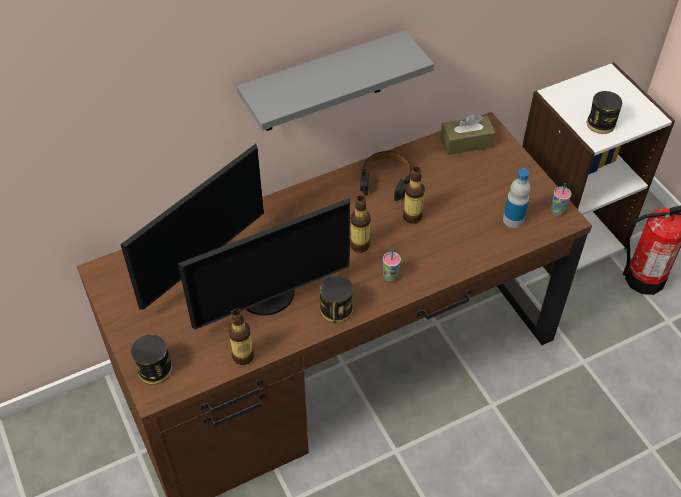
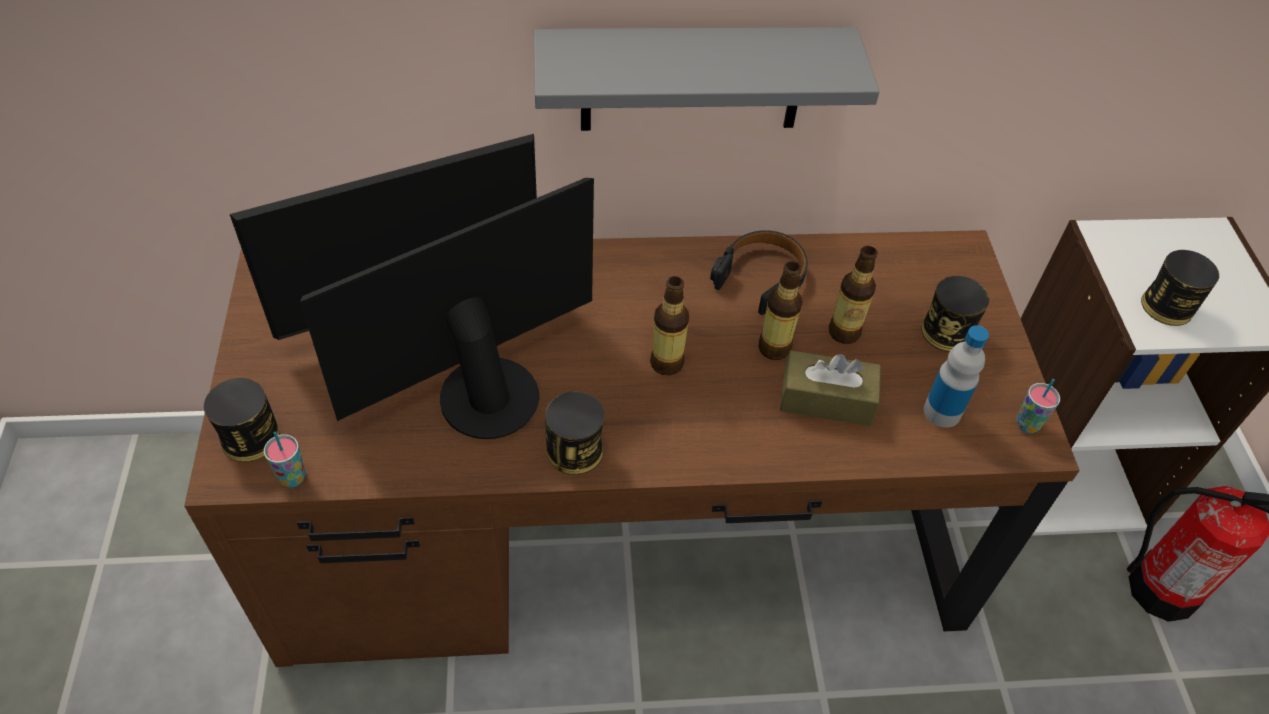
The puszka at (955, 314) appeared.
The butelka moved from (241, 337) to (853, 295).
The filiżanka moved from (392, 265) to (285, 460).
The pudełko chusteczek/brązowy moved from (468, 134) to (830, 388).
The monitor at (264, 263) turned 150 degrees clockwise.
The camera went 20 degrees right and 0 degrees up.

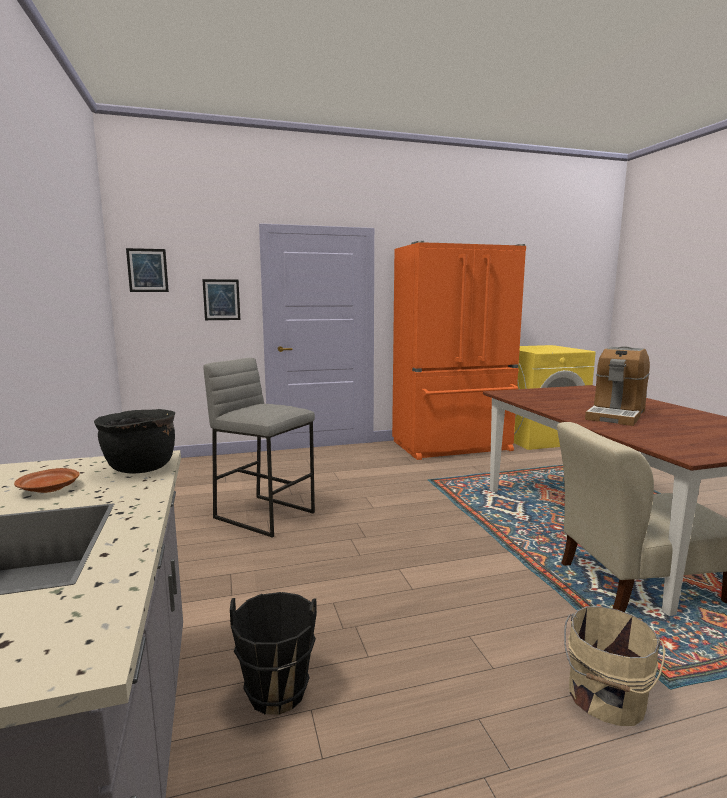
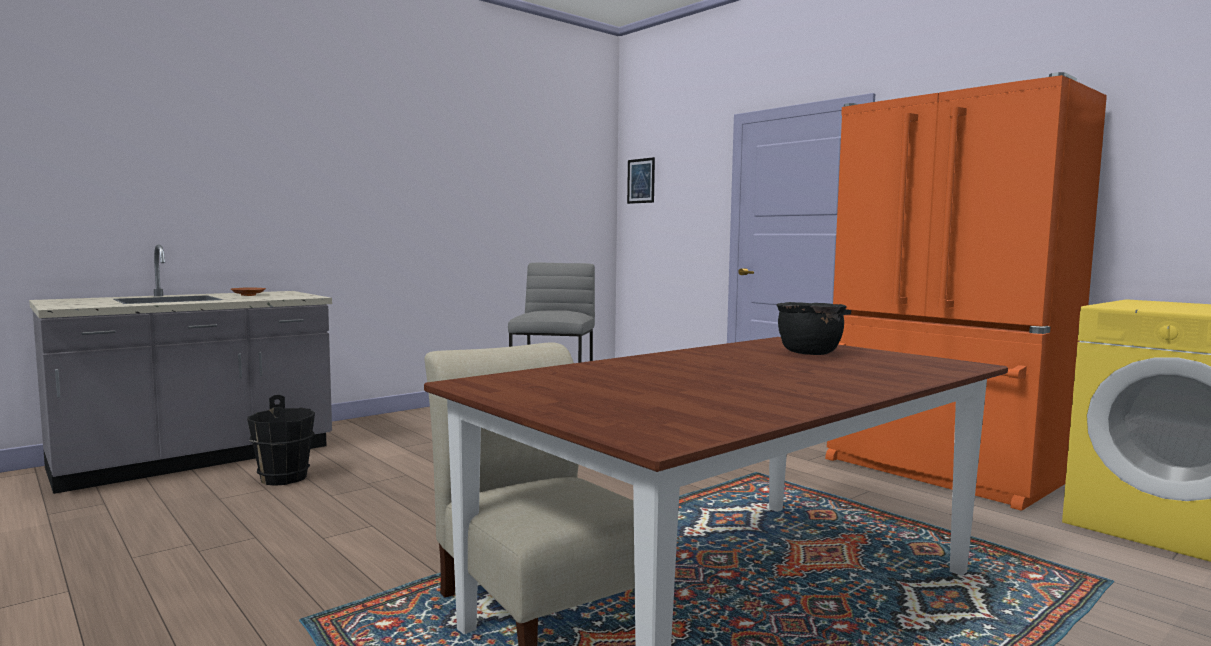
The obraz at (221, 299) disappeared.
The wiadro/beżowy at (614, 666) disappeared.
The ekspres do kawy at (617, 386) disappeared.
The garnek/czarny moved from (134, 441) to (811, 328).
The camera went 65 degrees right and 5 degrees down.

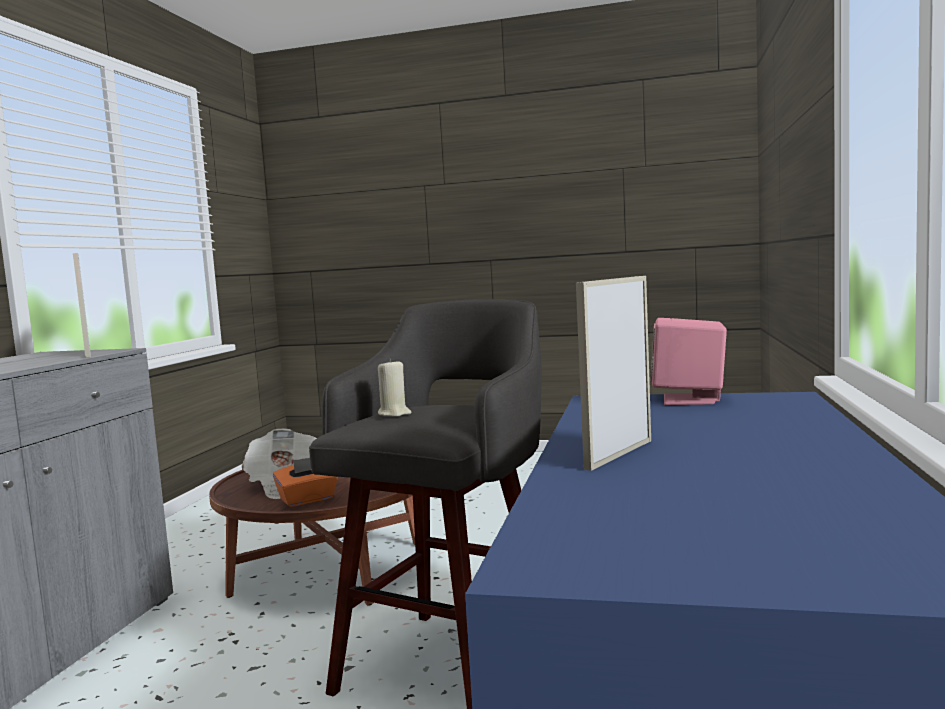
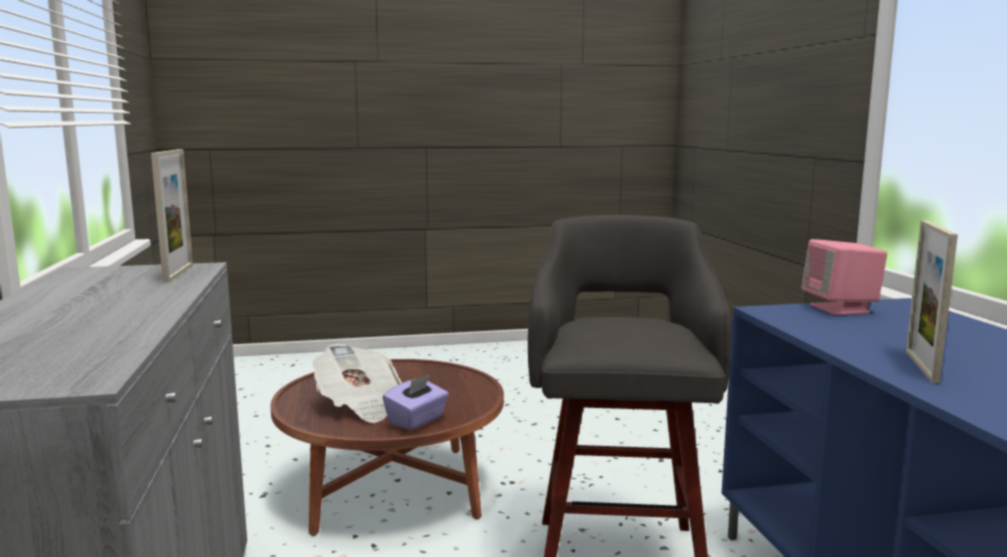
The świeca/beżowy at (395, 387) disappeared.
The pudełko chusteczek/pomarańczowy at (305, 482) became the pudełko chusteczek/fioletowy at (416, 402).
The ramka na zdjęcie at (82, 305) turned 45 degrees clockwise.
The camera went 25 degrees left and 5 degrees up.

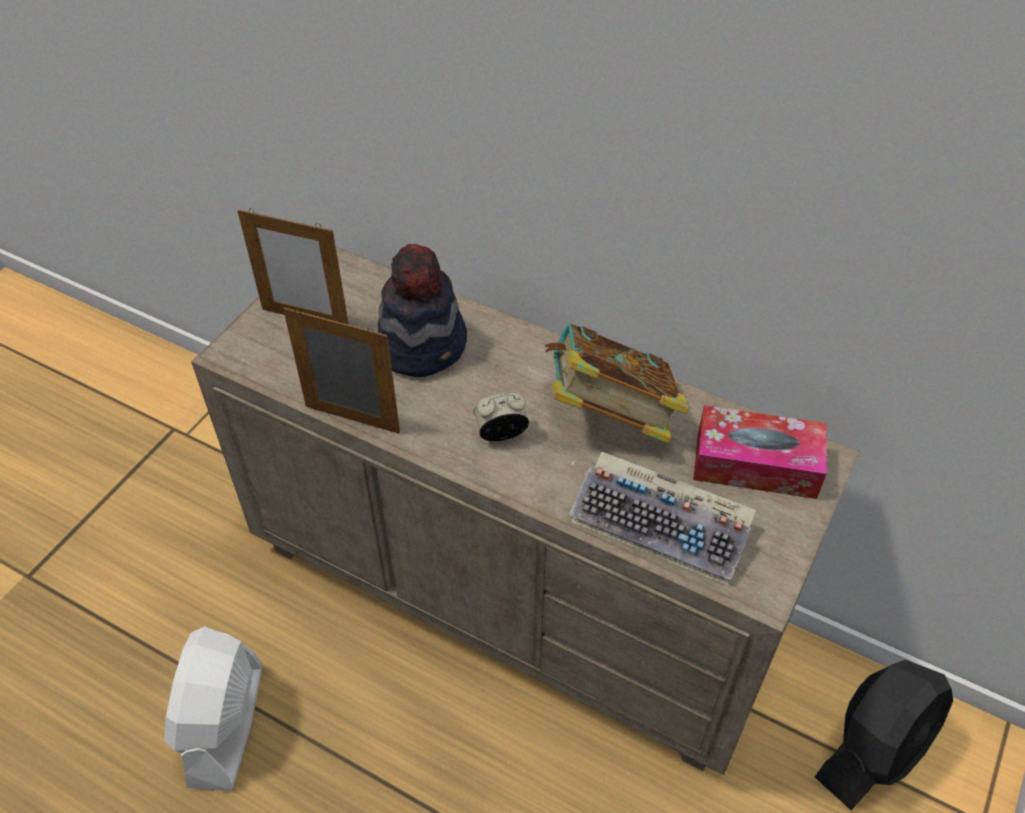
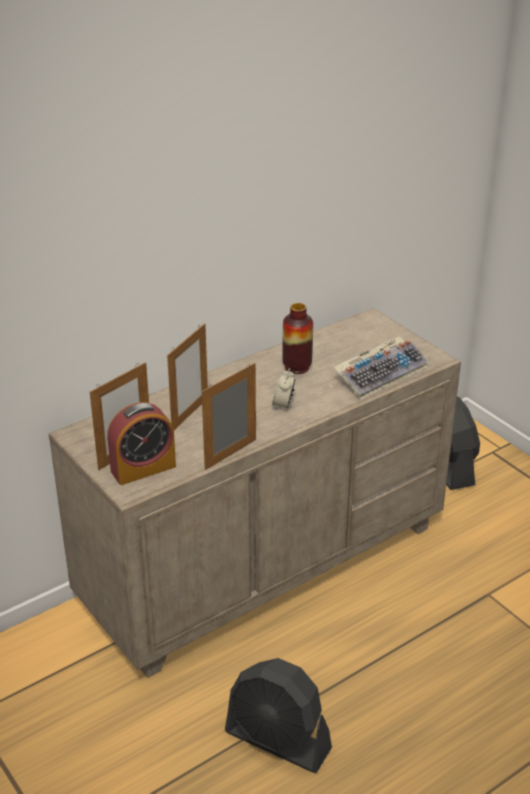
The pudełko chusteczek at (760, 452) disappeared.
The budzik at (141, 443) appeared.
The kapelusz at (422, 310) was replaced by the ramka na zdjęcie at (187, 376).
The książka at (617, 383) was replaced by the wazon at (297, 338).
The wentylator/biały at (213, 709) became the wentylator/czarny at (278, 715).
The camera went 65 degrees left and 15 degrees down.

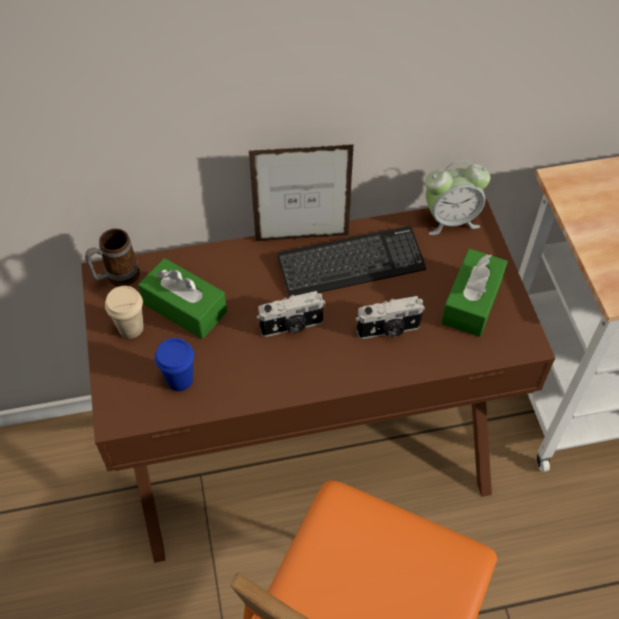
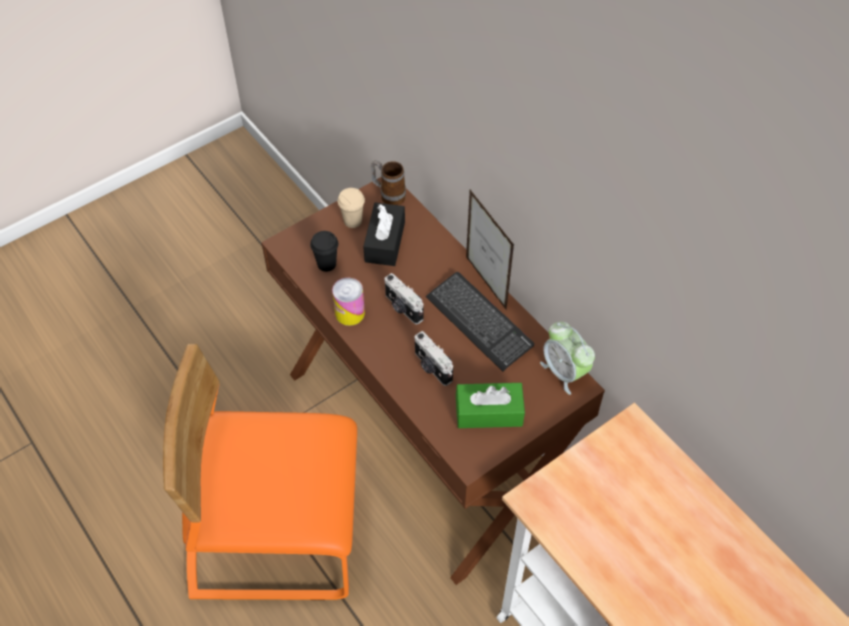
The puszka at (348, 302) appeared.
The pudełko chusteczek/zielony at (182, 298) became the pudełko chusteczek/czarny at (384, 234).
The filiżanka/niebieski at (174, 364) became the filiżanka/czarny at (324, 251).
The camera went 65 degrees right and 0 degrees up.

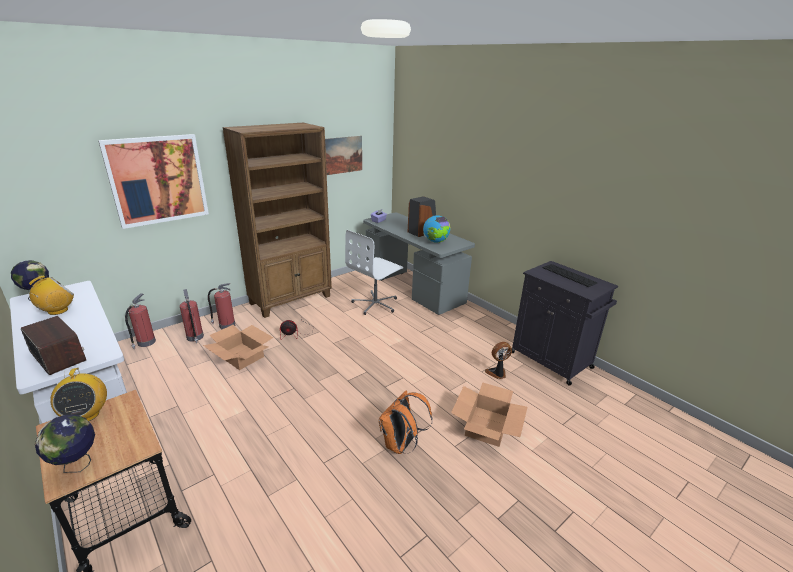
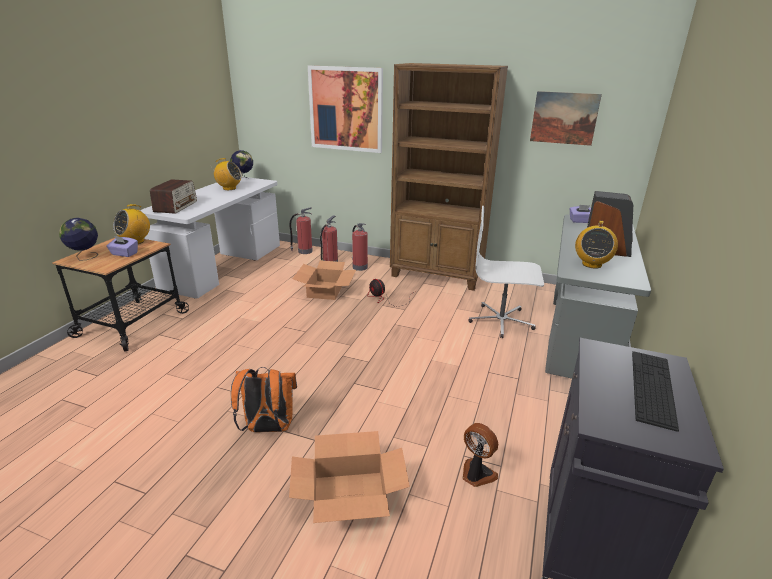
The pudełko chusteczek/fioletowy at (122, 246) appeared.
The globus at (437, 229) was replaced by the radio at (596, 244).
The camera went 60 degrees right and 0 degrees up.

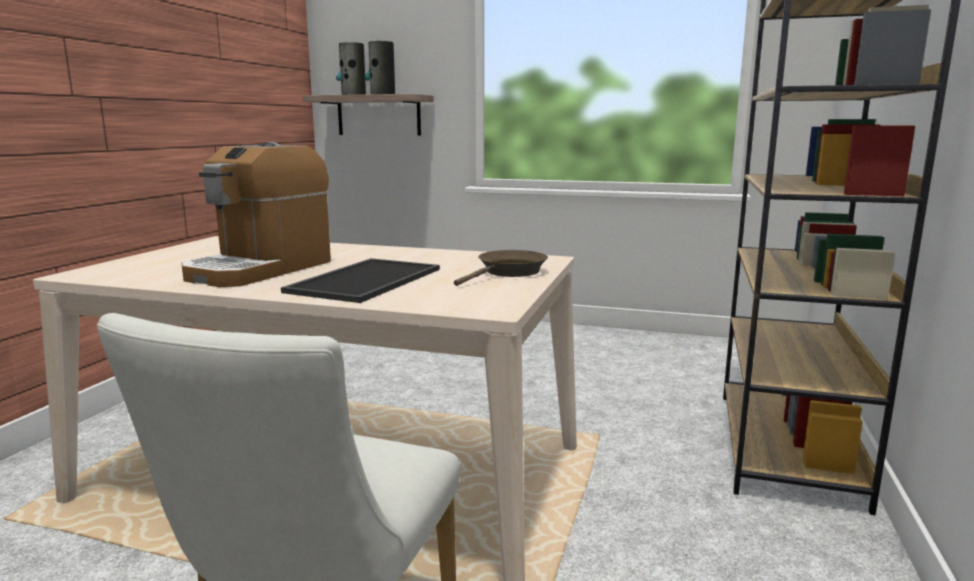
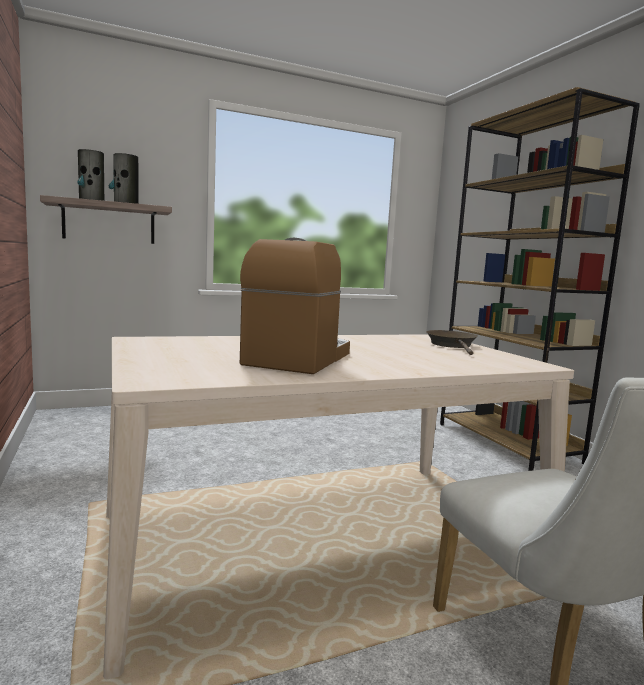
The taca at (360, 280) disappeared.
The ekspres do kawy at (256, 214) turned 150 degrees counterclockwise.
The camera went 40 degrees left and 5 degrees down.

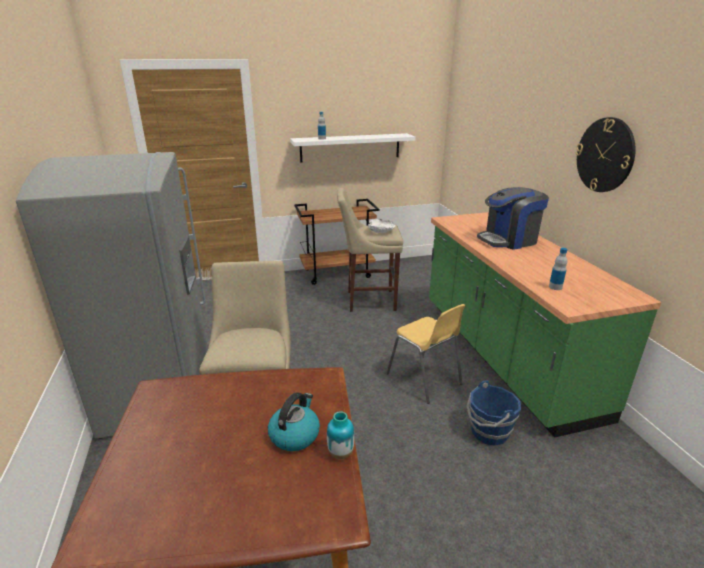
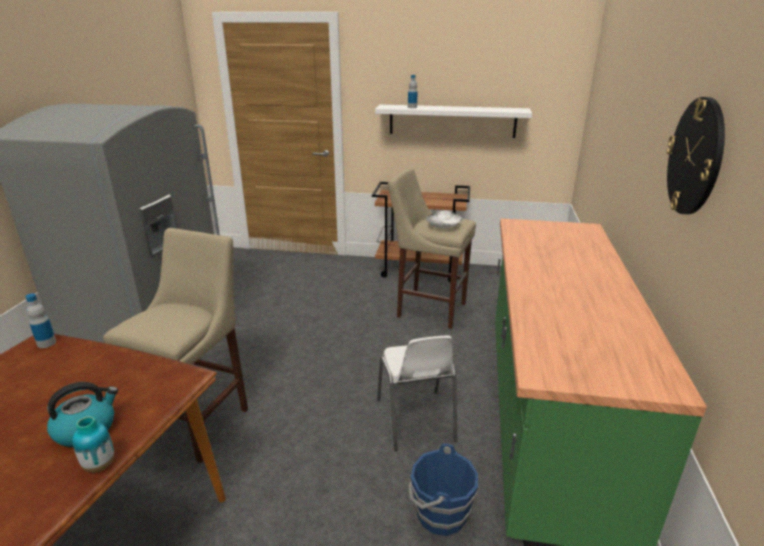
The ekspres do kawy at (513, 218) disappeared.
The butelka moved from (558, 269) to (40, 320).
The krzesło/żółty at (425, 354) became the krzesło/biały at (417, 393).
The camera went 25 degrees right and 0 degrees up.

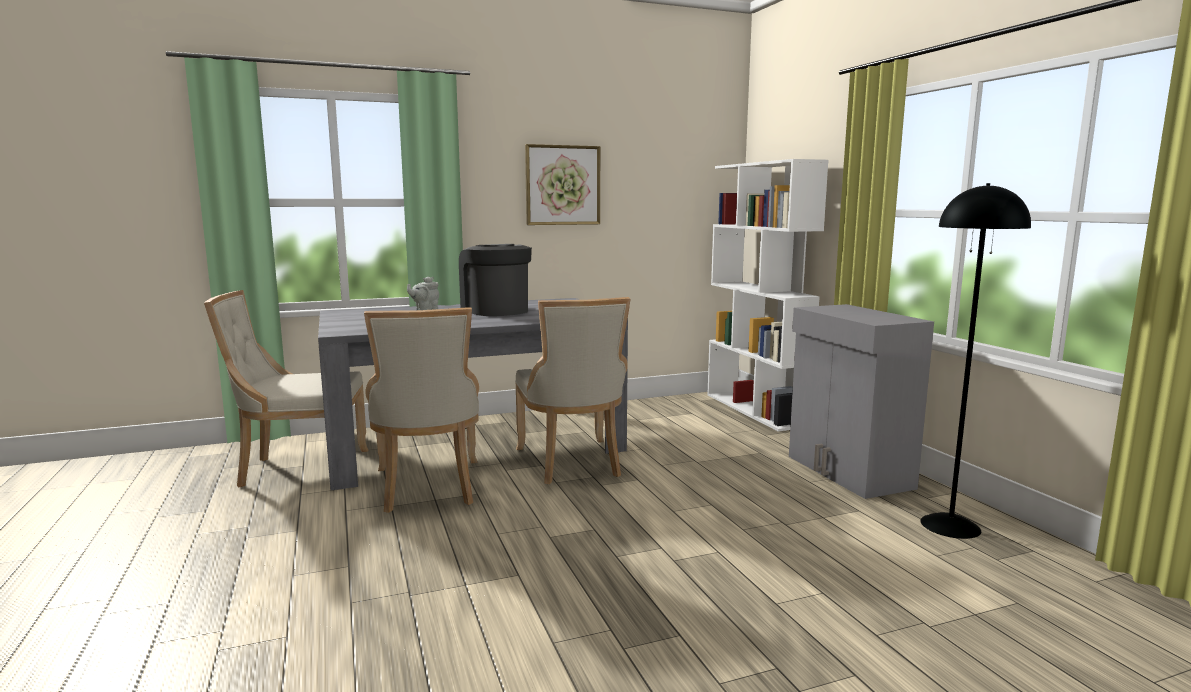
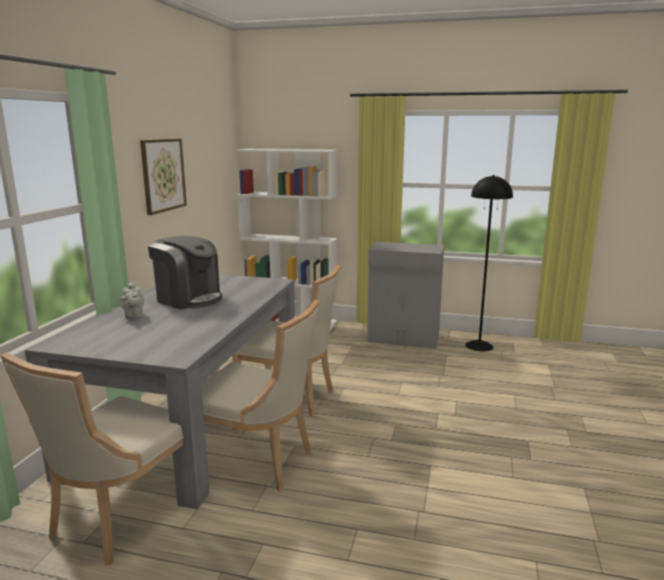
The ekspres do kawy at (495, 280) turned 150 degrees counterclockwise.
The camera went 55 degrees left and 5 degrees up.

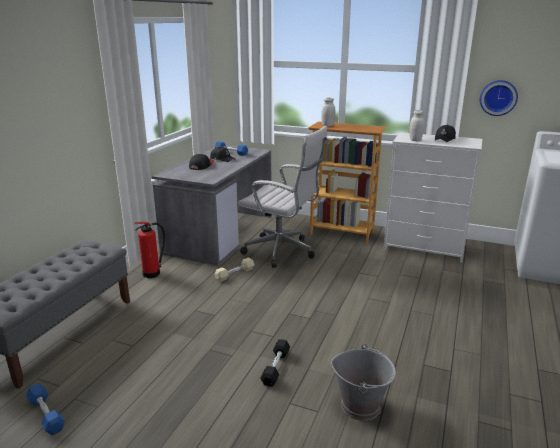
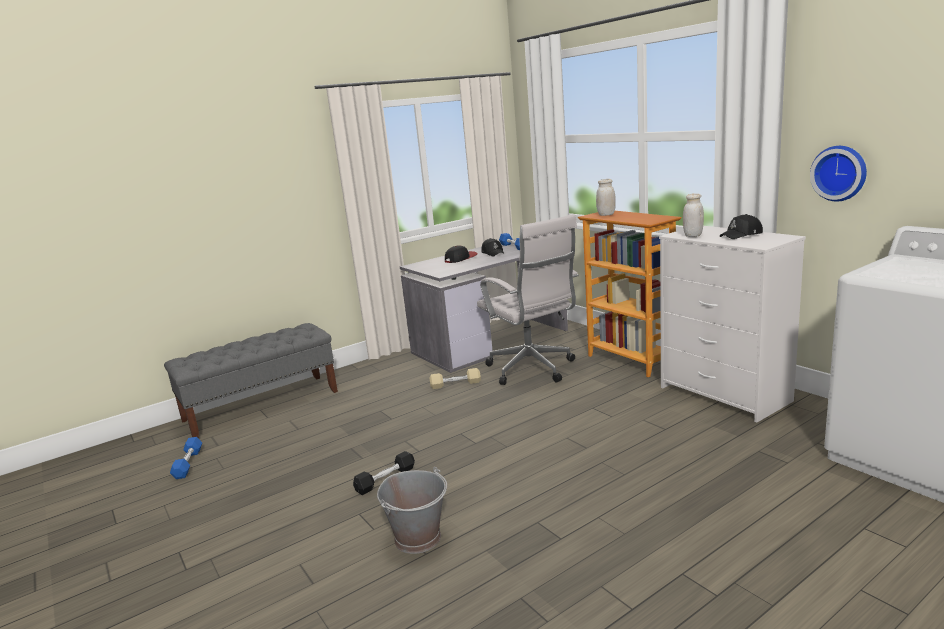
The gaśnica at (149, 250) disappeared.
The camera went 35 degrees right and 5 degrees down.

